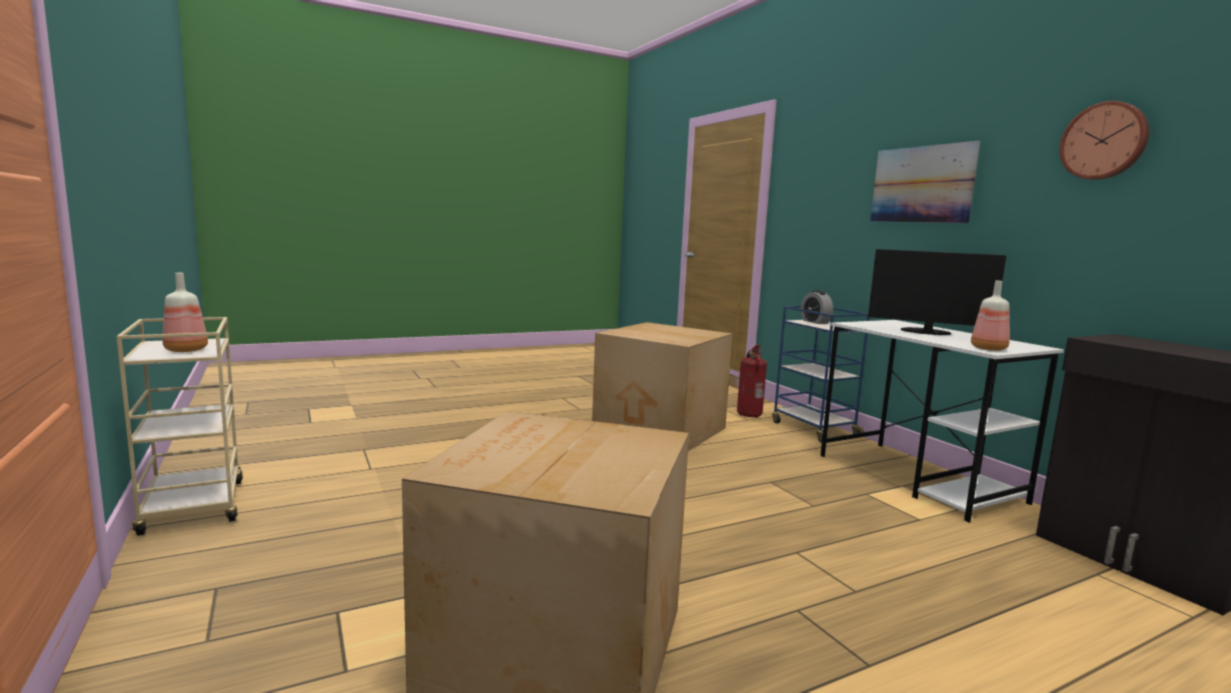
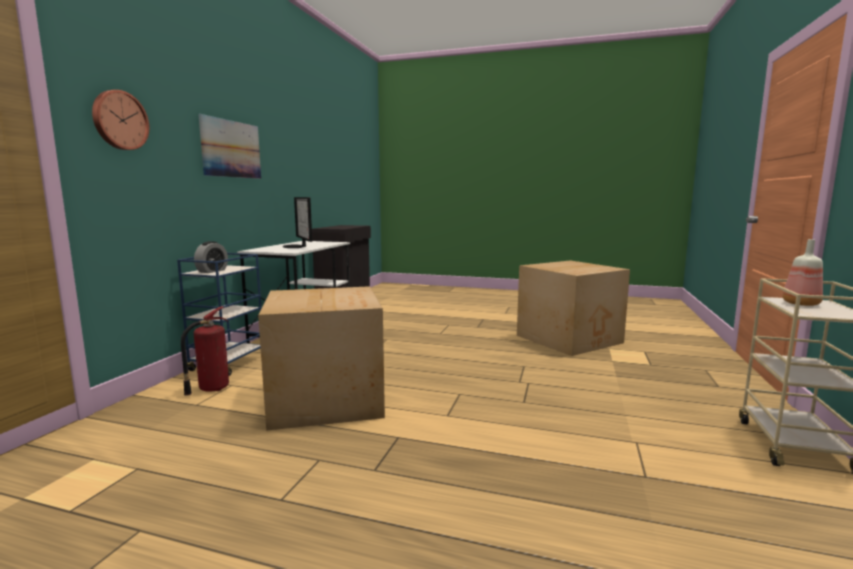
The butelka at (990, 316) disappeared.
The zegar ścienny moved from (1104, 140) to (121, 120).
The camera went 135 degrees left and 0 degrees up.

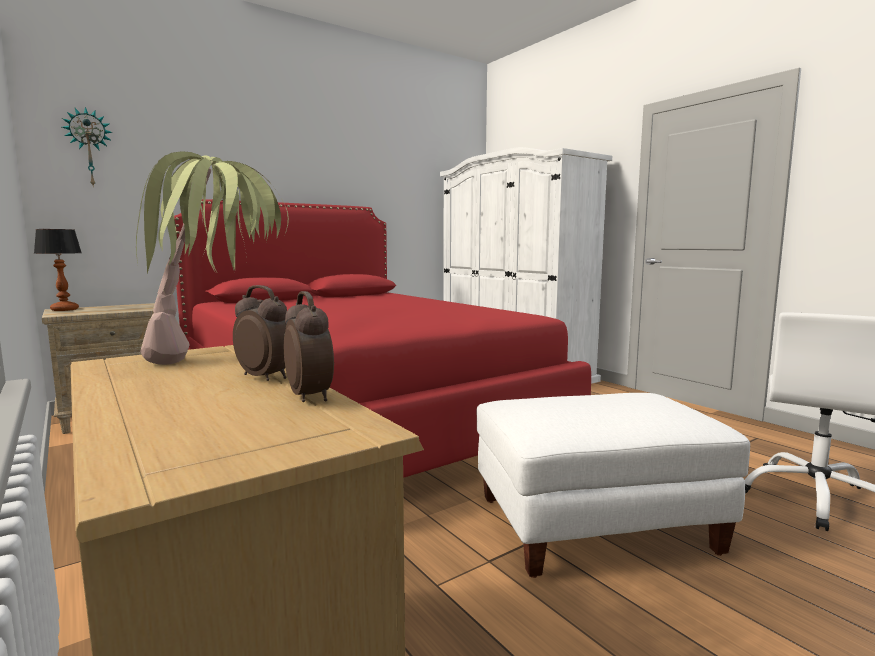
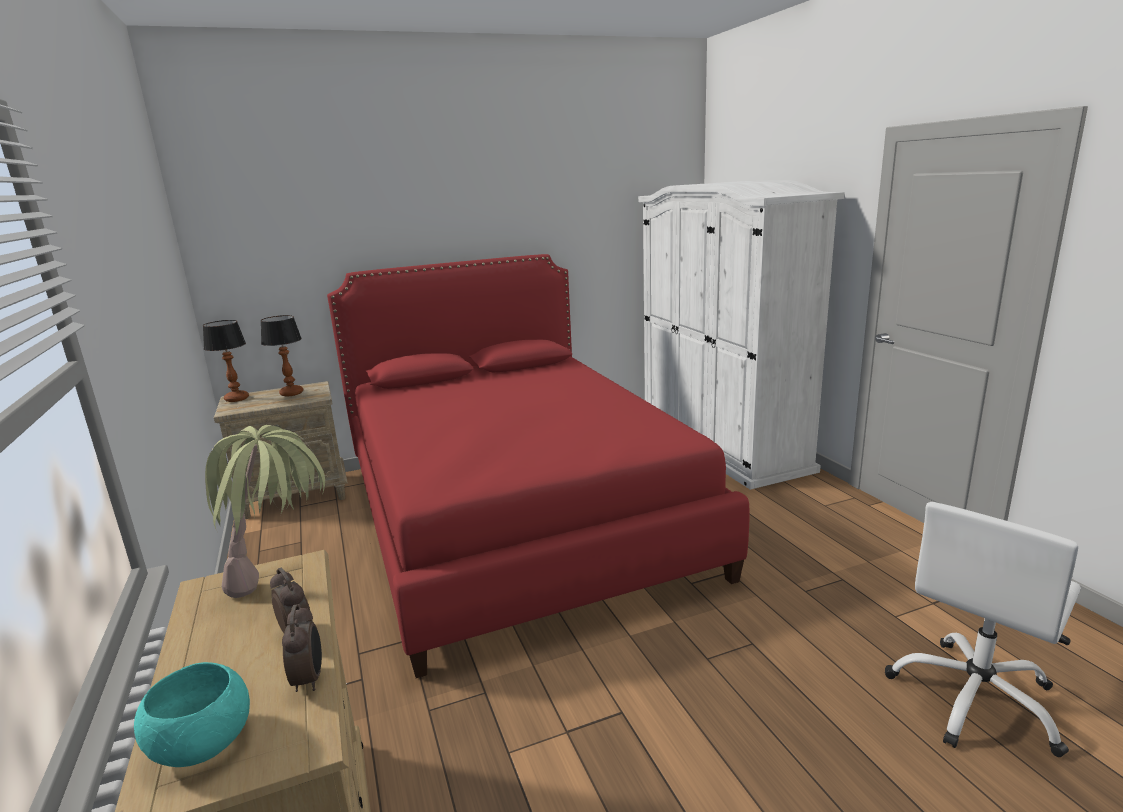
The zegar ścienny at (87, 147) disappeared.
The pufa/biały at (613, 485) disappeared.
The miska/turkusowy at (192, 714) appeared.
The lampa stołowa at (282, 355) appeared.
The camera went 15 degrees right and 10 degrees up.

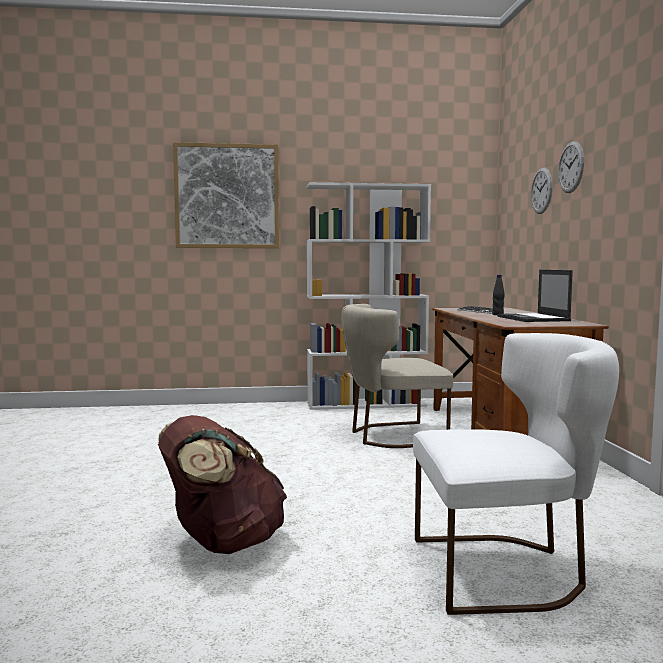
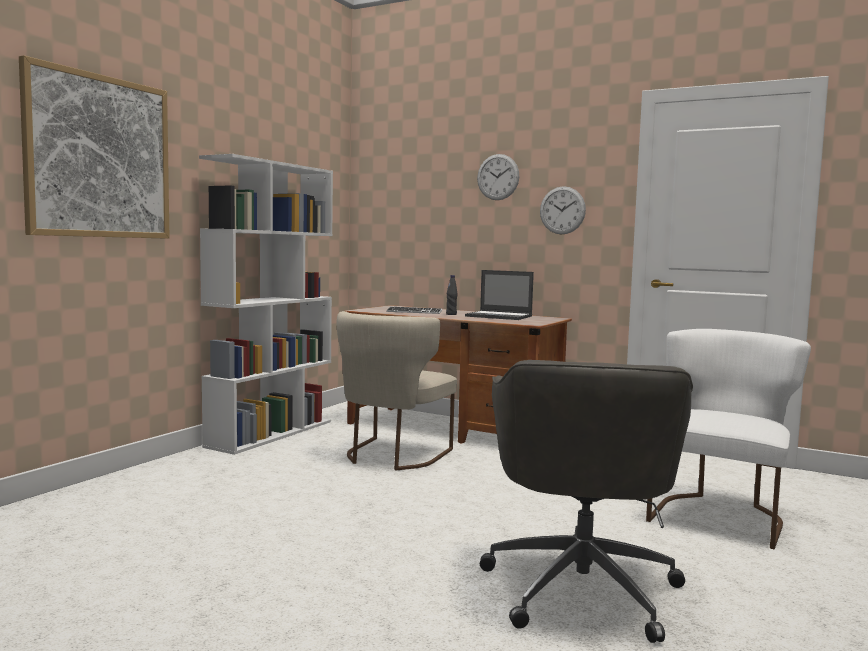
The zegar ścienny moved from (541, 191) to (563, 210).
The plecak/brązowy at (222, 484) was replaced by the krzesło biurowe/szary at (586, 501).
The camera went 55 degrees left and 0 degrees up.

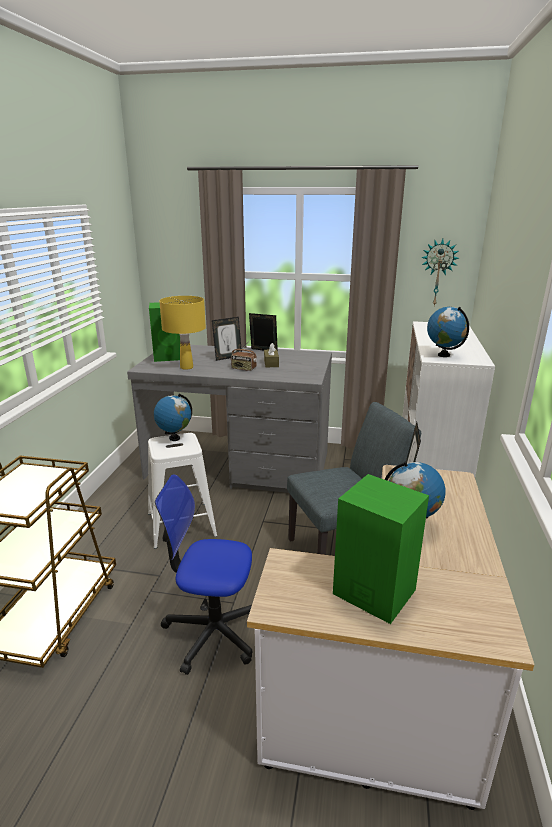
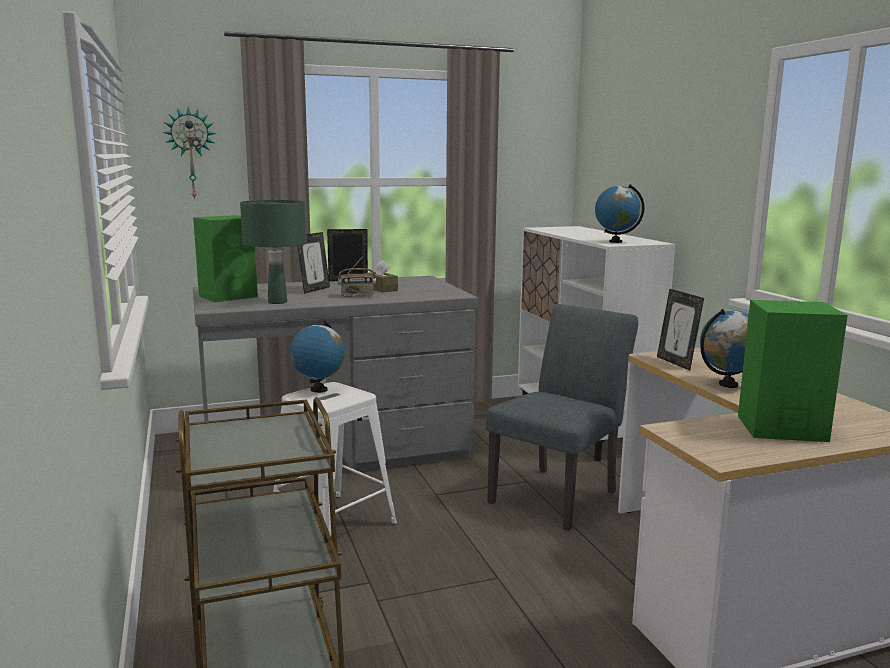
The krzesło biurowe at (204, 574) disappeared.
The zegar ścienny moved from (440, 272) to (189, 153).
The lampa stołowa/żółty at (182, 333) became the lampa stołowa/zielony at (273, 252).
The camera went 30 degrees left and 10 degrees down.

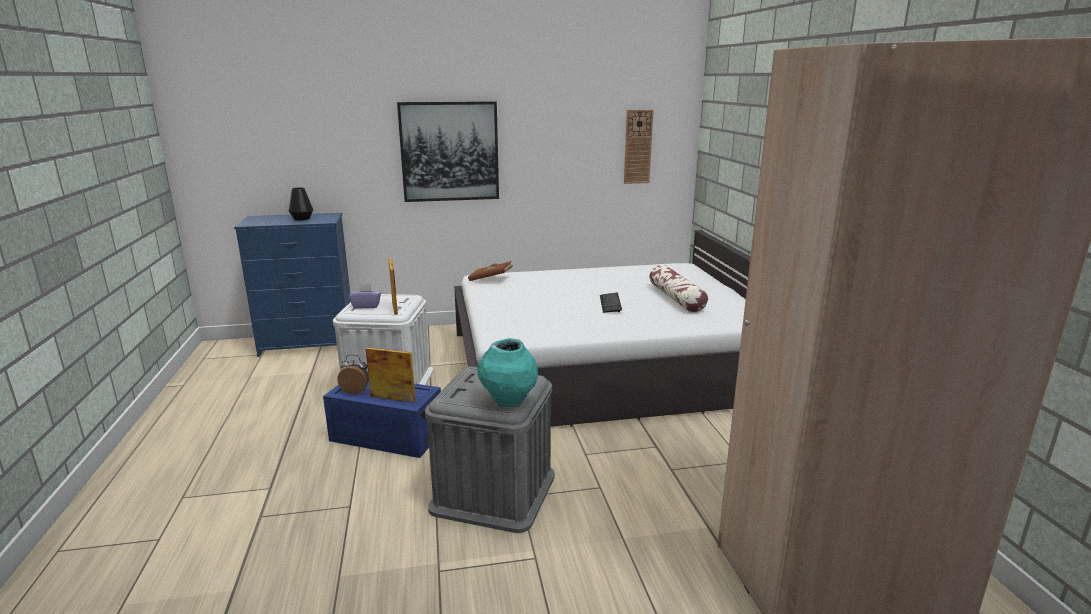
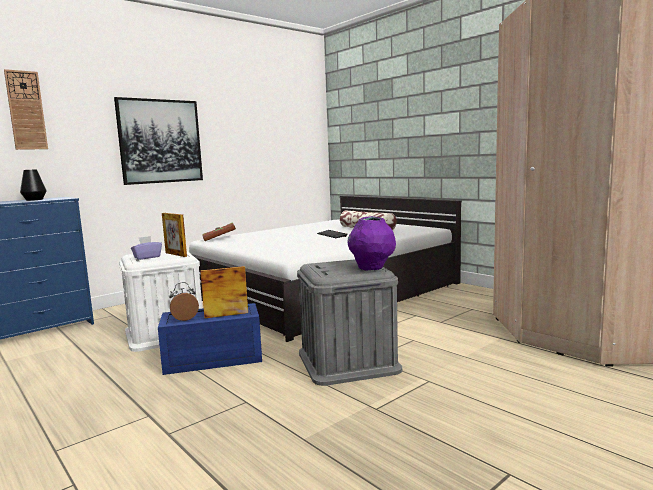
The zegar ścienny moved from (639, 147) to (26, 109).
The wazon/turkusowy at (508, 372) became the wazon/fioletowy at (371, 243).
The camera went 30 degrees left and 10 degrees down.

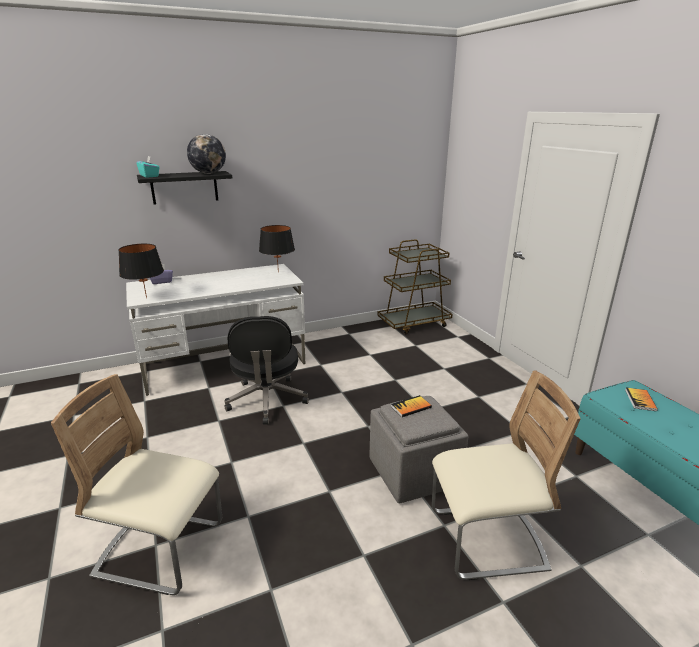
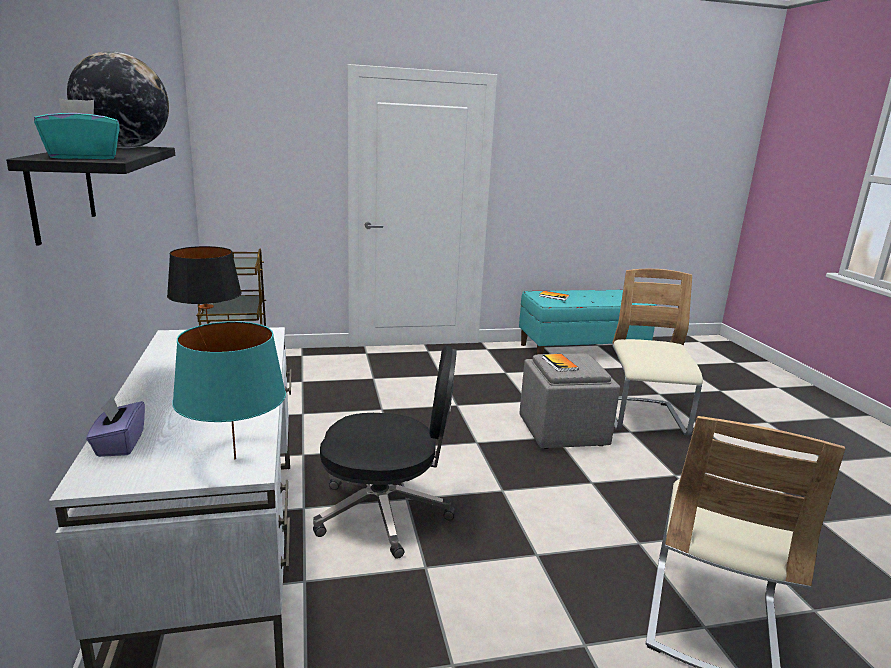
The lampa stołowa/czarny at (141, 271) became the lampa stołowa/turkusowy at (229, 390).
The camera went 80 degrees left and 5 degrees down.

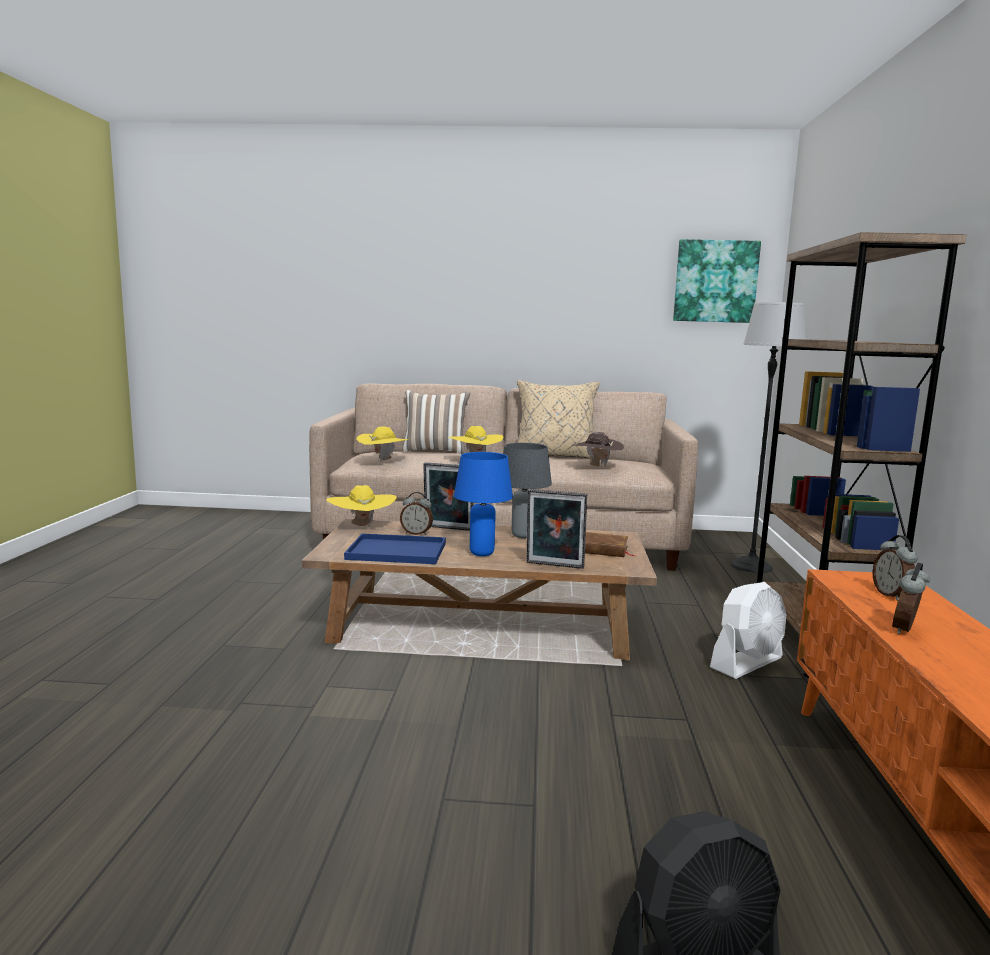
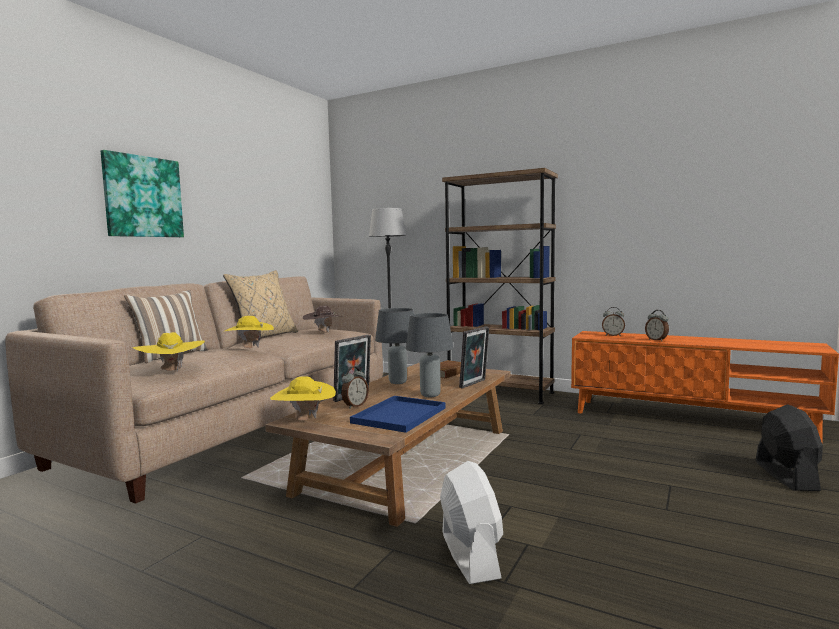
The obraz moved from (717, 281) to (142, 193).
The wentylator/biały moved from (748, 630) to (471, 522).
The lampa stołowa/niebieski at (483, 504) became the lampa stołowa/szary at (430, 355).
The camera went 65 degrees left and 5 degrees down.

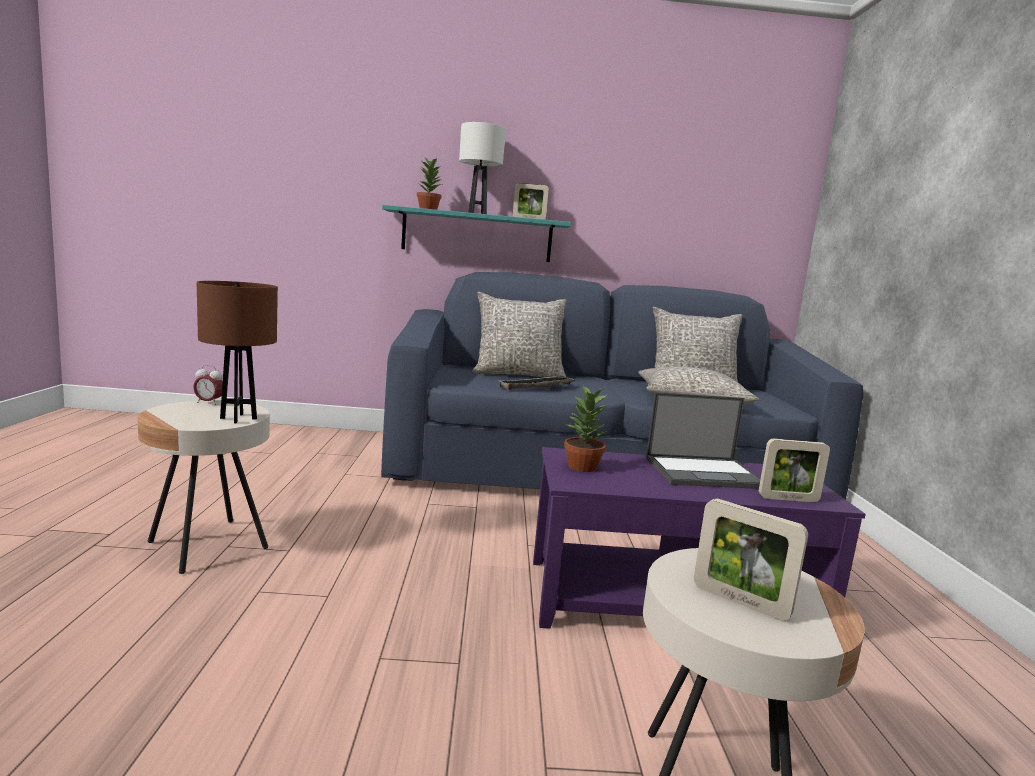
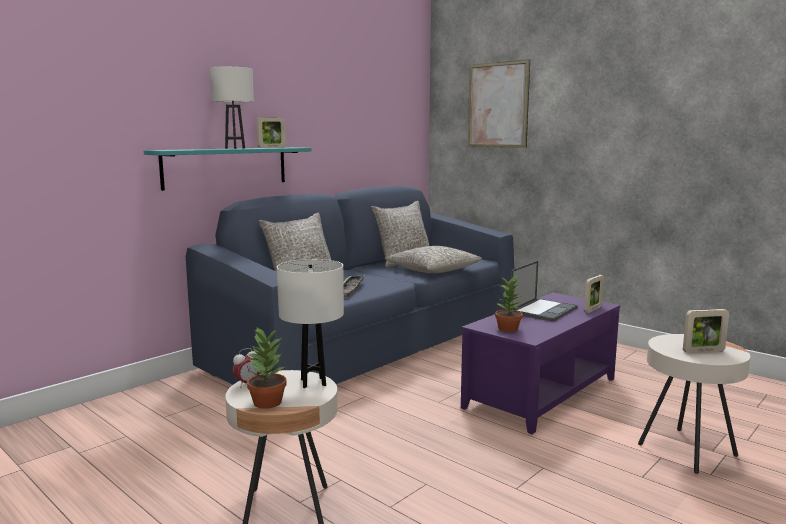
The obraz at (499, 103) appeared.
The roślina doniczkowa moved from (430, 183) to (267, 368).
The lampa stołowa/brązowy at (237, 352) became the lampa stołowa/biały at (310, 323).
The camera went 45 degrees left and 0 degrees up.

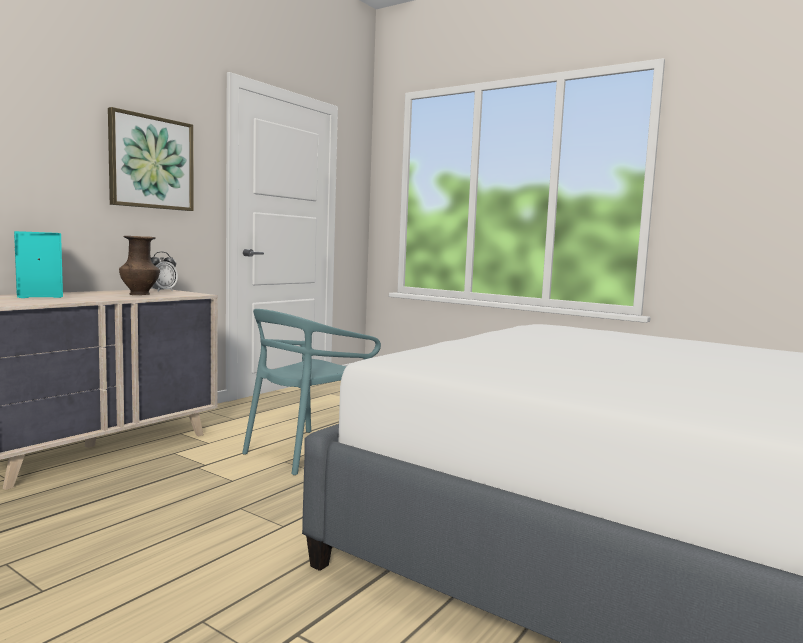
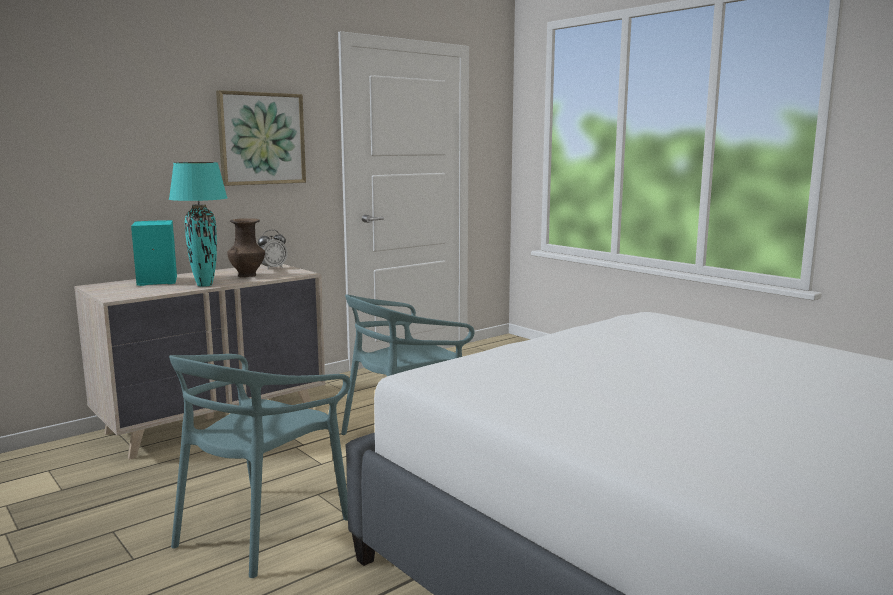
The lampa stołowa/turkusowy at (198, 224) appeared.
The krzesło/turkusowy at (260, 466) appeared.
The camera went 15 degrees right and 5 degrees up.

